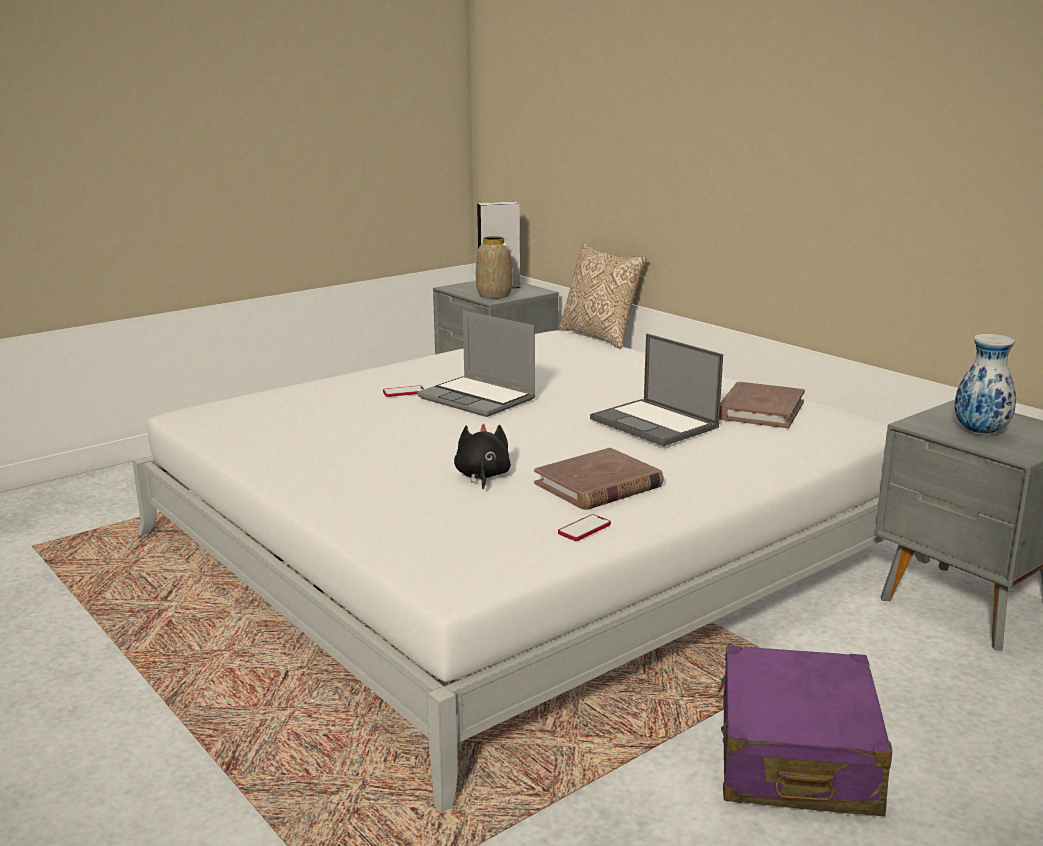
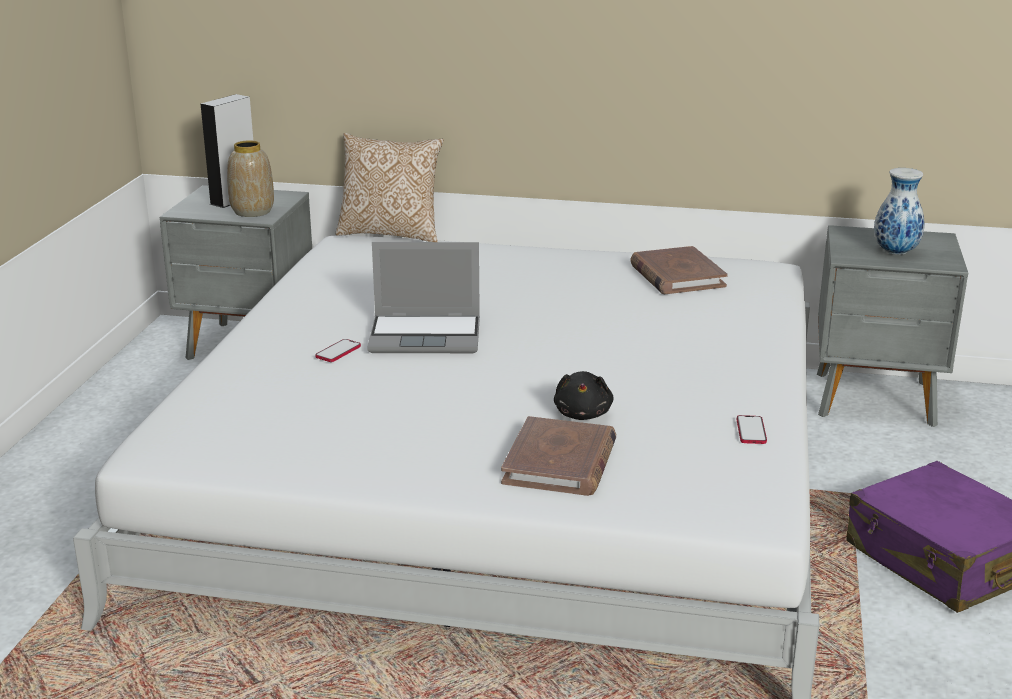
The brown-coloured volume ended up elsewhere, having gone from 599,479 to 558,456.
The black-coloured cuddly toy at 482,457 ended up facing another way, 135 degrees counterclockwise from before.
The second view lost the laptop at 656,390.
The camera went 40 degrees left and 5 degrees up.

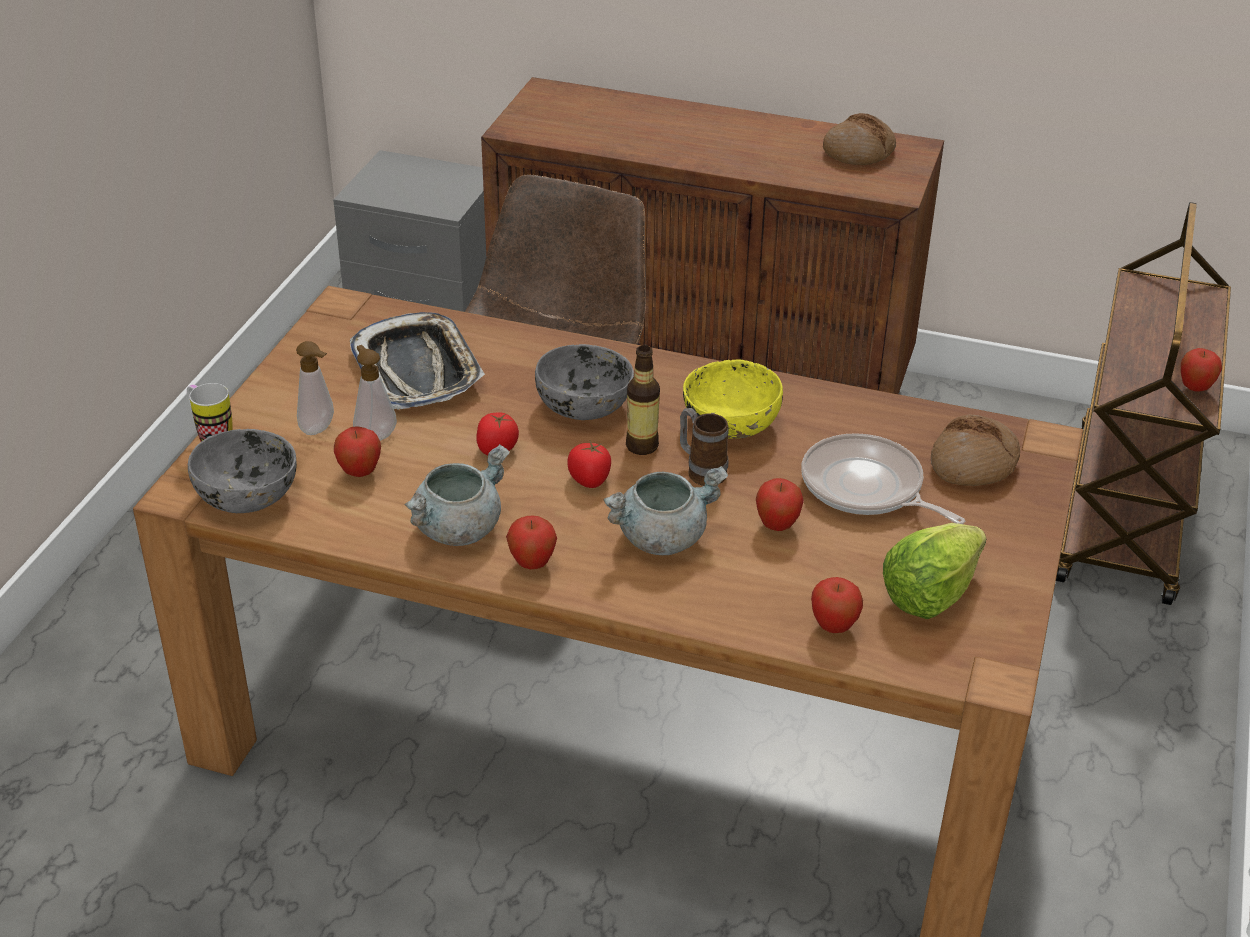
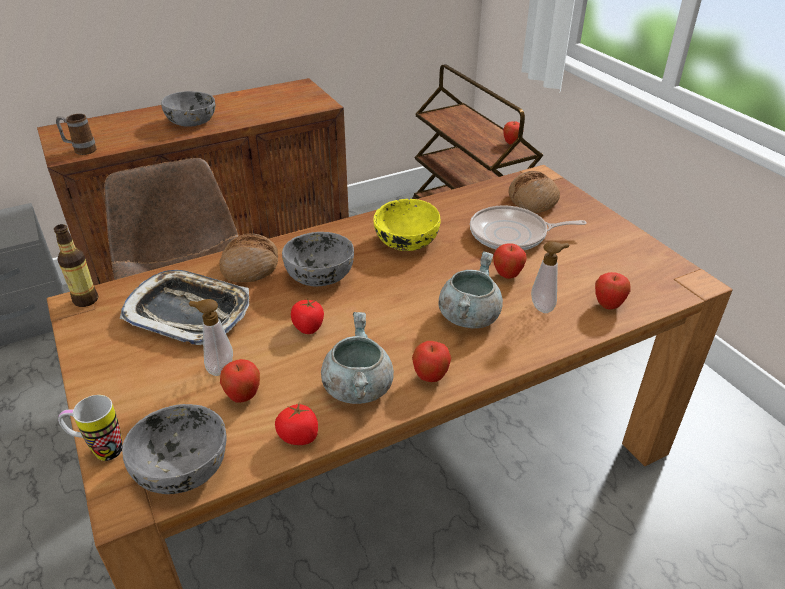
The drink bottle ended up elsewhere, having gone from 643,400 to 76,265.
The mug ended up elsewhere, having gone from 704,447 to 76,134.
The second view gained the gray serving bowl at 188,109.
The bakery bread ended up elsewhere, having gone from 859,139 to 248,257.
The whole tomato ended up elsewhere, having gone from 589,464 to 296,424.
The soap dispenser ended up elsewhere, having gone from 315,388 to 550,277.
The second view lost the head of lettuce at 935,571.
The camera went 45 degrees left and 0 degrees up.

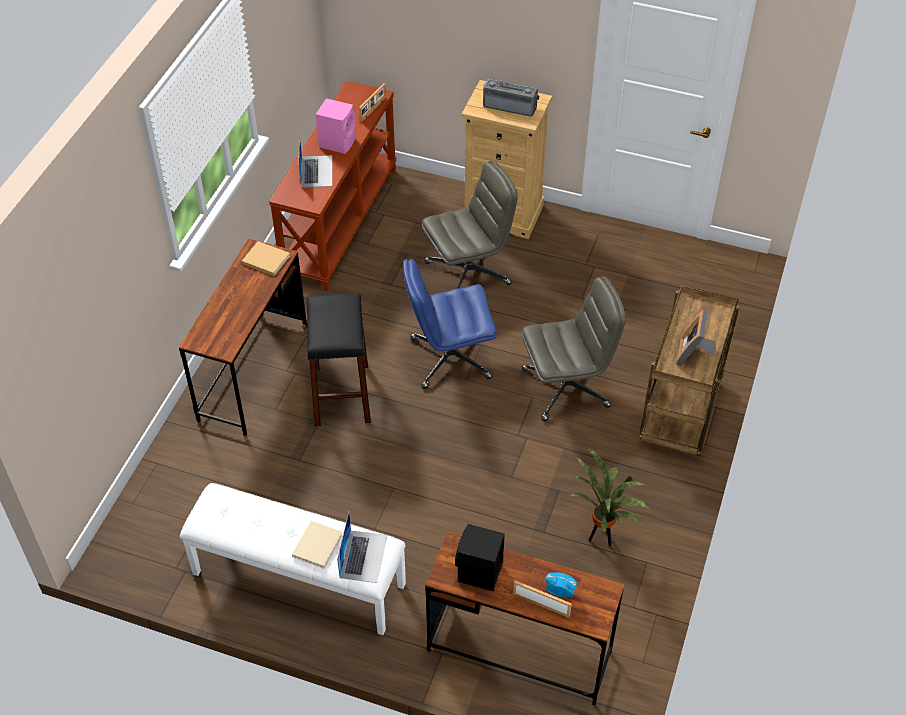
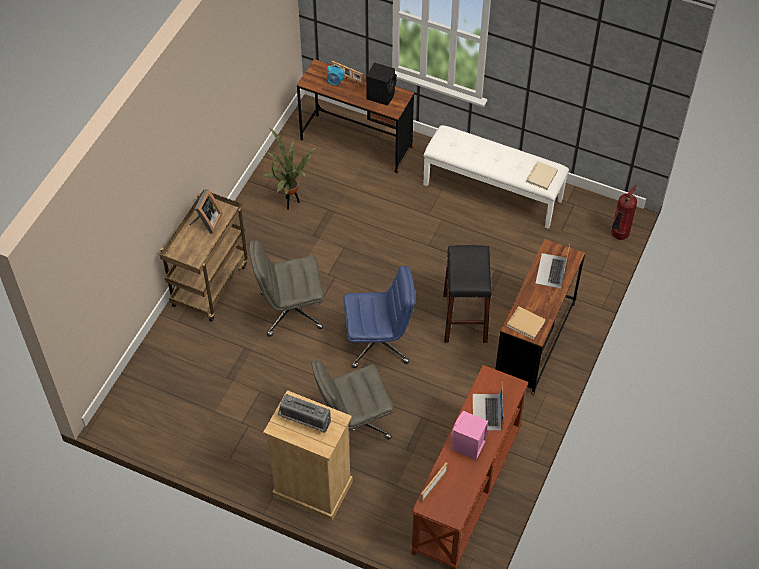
The sand-coloured volume ended up elsewhere, having gone from 317,545 to 542,175.
The laptop ended up elsewhere, having gone from 362,547 to 552,267.
The second view gained the fire extinguisher at 624,212.
The camera went 175 degrees left and 5 degrees up.

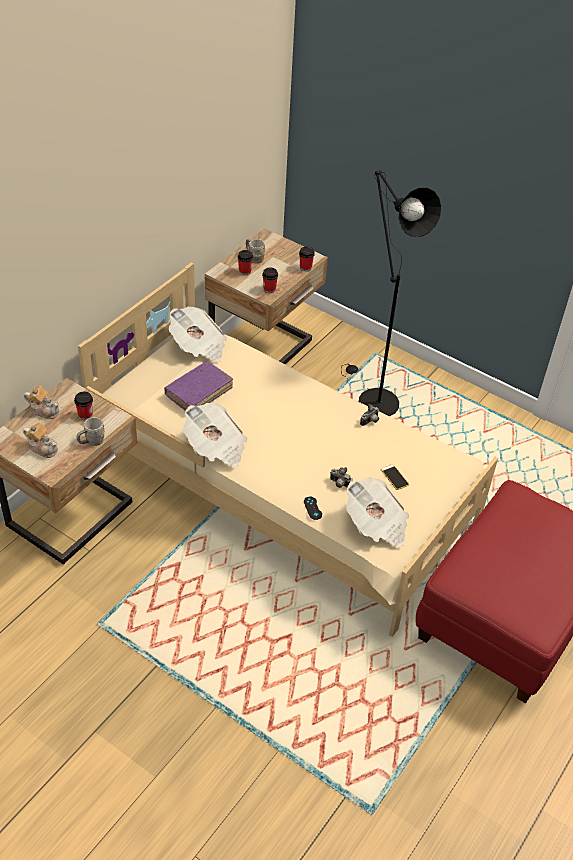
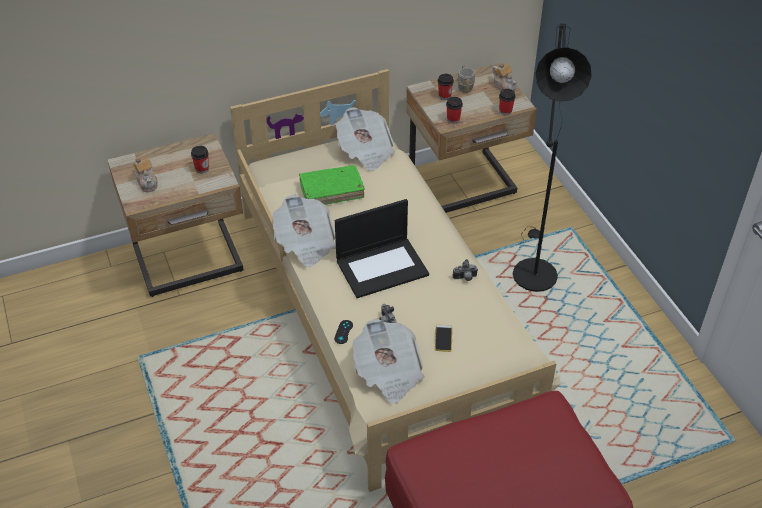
What was the purplish volume at 198,386 turned into the green-coloured volume at 332,185.
The second view gained the laptop at 382,248.
The pot for tea ended up elsewhere, having gone from 41,402 to 504,77.
The second view lost the gray mug at 90,431.
The camera went 35 degrees right and 0 degrees up.

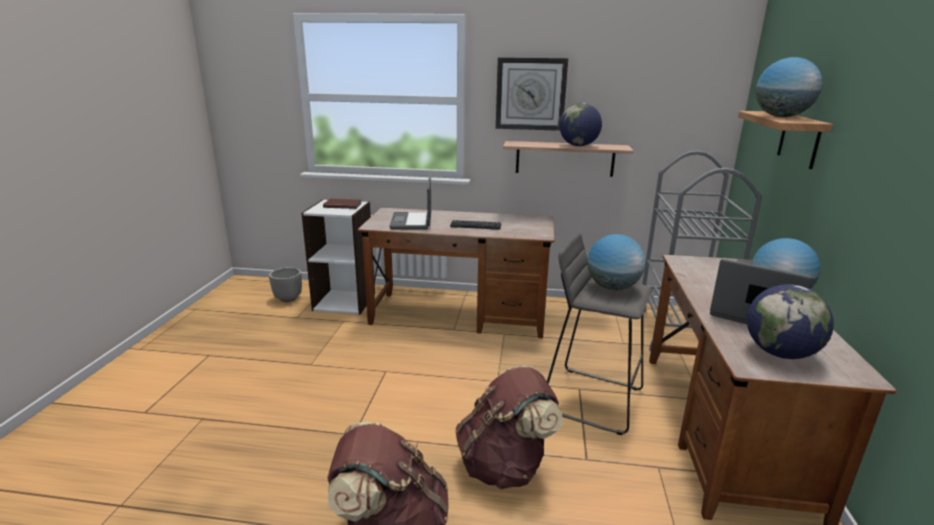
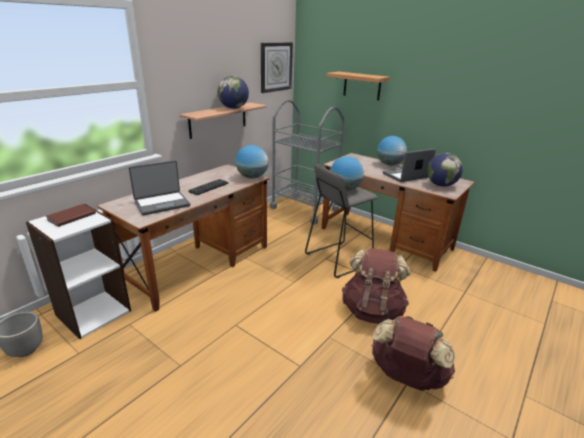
The laptop at 410,204 ended up facing another way, 60 degrees counterclockwise from before.
The globe ended up elsewhere, having gone from 789,87 to 252,162.
The clock on the wall ended up elsewhere, having gone from 532,94 to 277,67.
The camera went 60 degrees left and 5 degrees up.

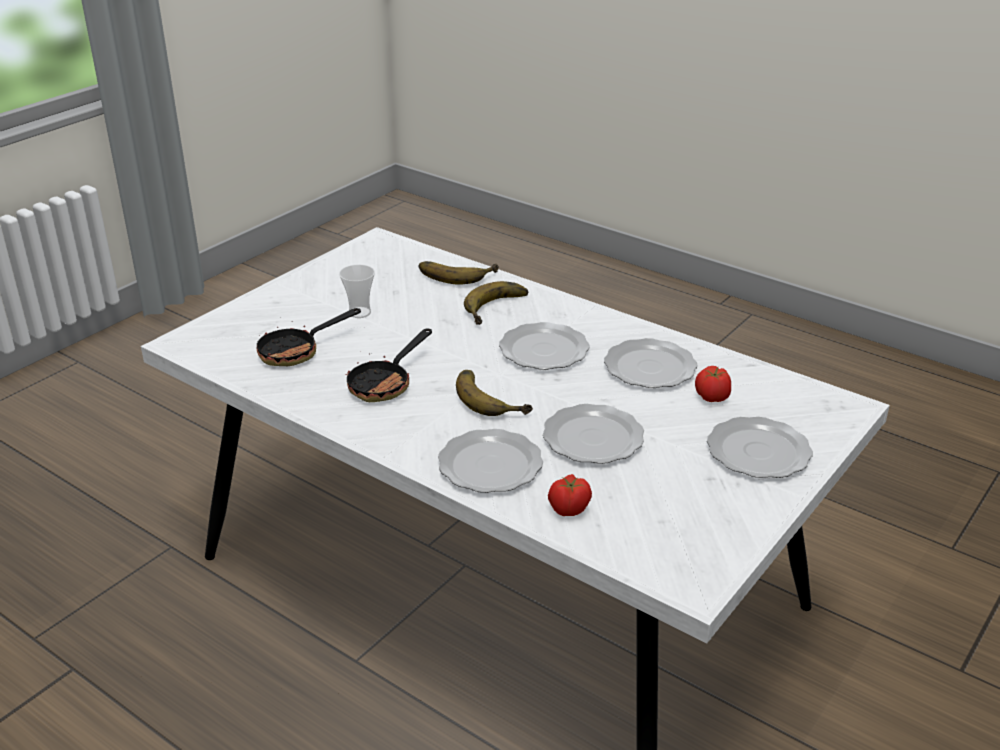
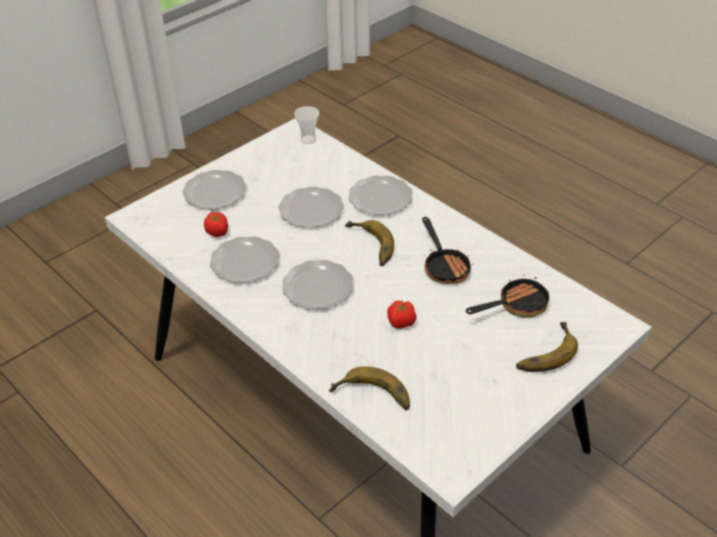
The small cup ended up elsewhere, having gone from 357,291 to 306,125.
The whole tomato ended up elsewhere, having gone from 570,495 to 402,314.
The pan at 389,365 ended up facing another way, 120 degrees clockwise from before.
The banana fruit ended up elsewhere, having gone from 496,303 to 547,347.
The camera went 170 degrees left and 10 degrees up.

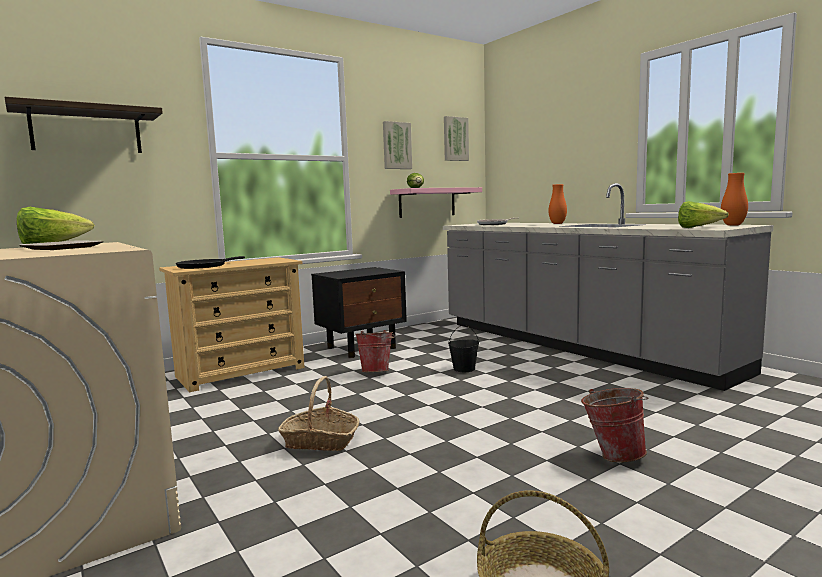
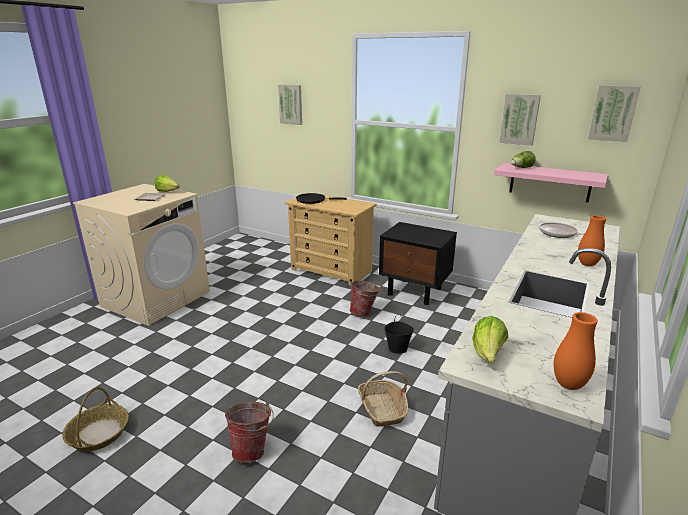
Where the bracket shelf hung at 84,125, the wall art came to hang at 290,105.
The basket ended up elsewhere, having gone from 318,413 to 383,399.
The camera went 65 degrees right and 15 degrees up.

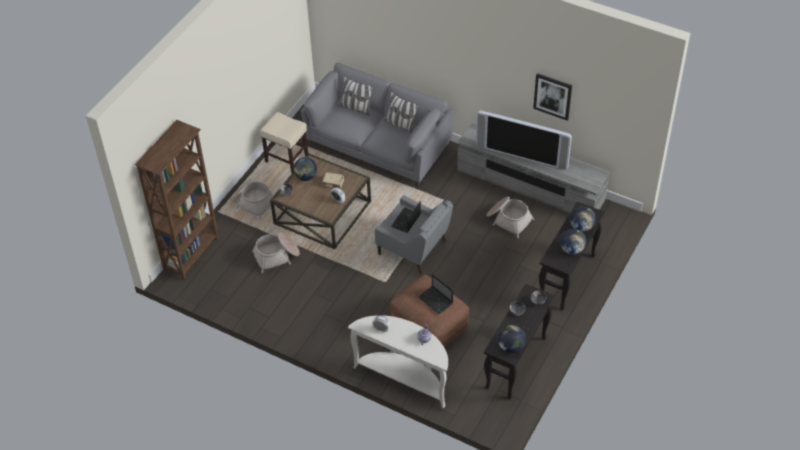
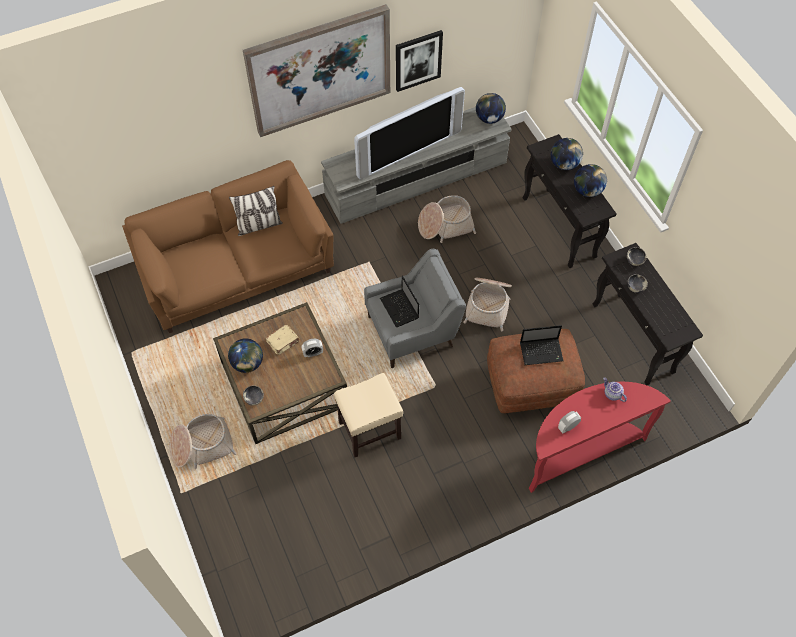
What was the gray couch at 377,125 turned into the brown-coloured couch at 228,246.
The second view gained the wall art at 316,70.
The sand-coloured stool ended up elsewhere, having gone from 284,142 to 368,415.
The basket ended up elsewhere, having gone from 276,252 to 487,304.
The globe ended up elsewhere, having gone from 512,339 to 491,108.
What was the white-coloured hall table at 398,362 turned into the red-coloured hall table at 600,437.
The second view lost the brown-coloured shelving unit at 177,200.
The second view lost the pillow at 356,96.
The camera went 55 degrees left and 10 degrees up.

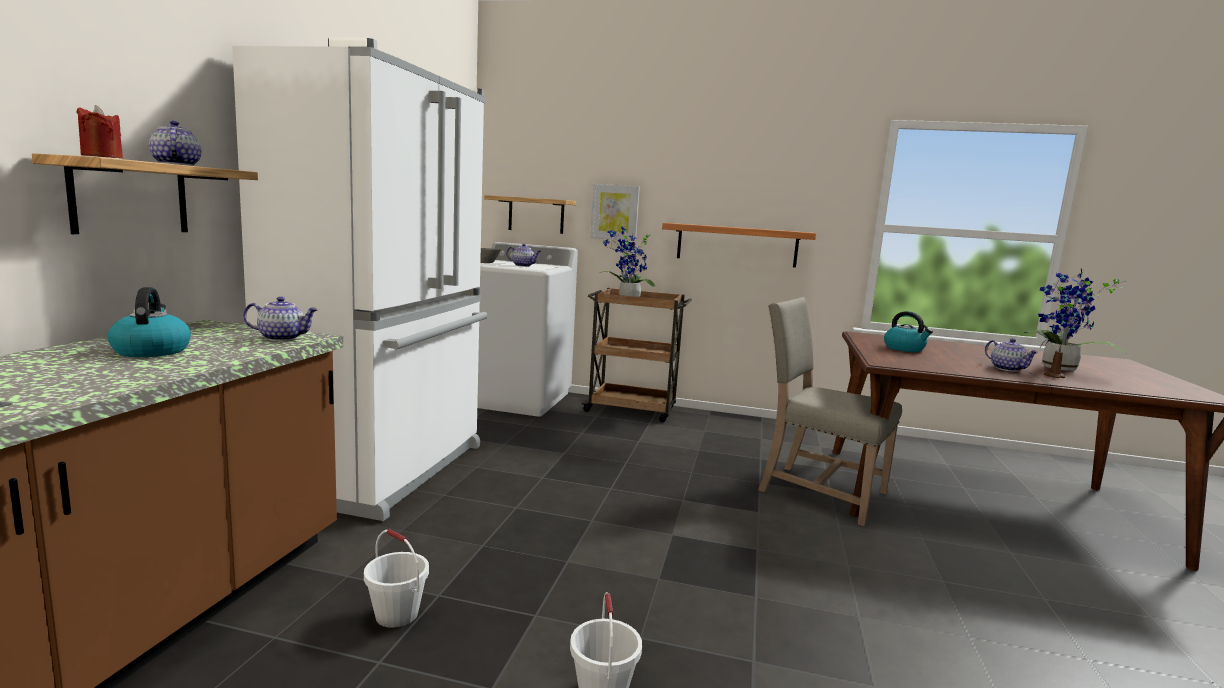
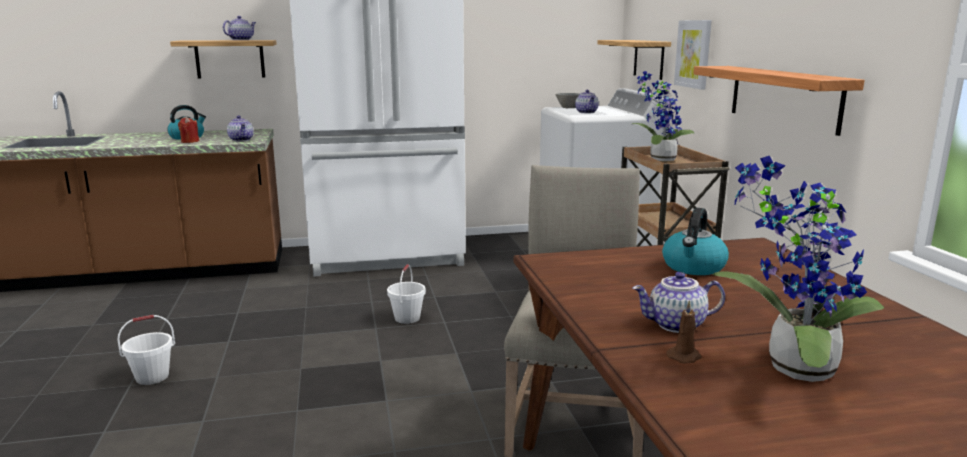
The red-coloured candle ended up elsewhere, having gone from 99,131 to 188,130.
The white-coloured pail ended up elsewhere, having gone from 396,578 to 406,294.
The pot for tea at 1012,355 ended up facing another way, 45 degrees clockwise from before.
The camera went 65 degrees right and 5 degrees up.

